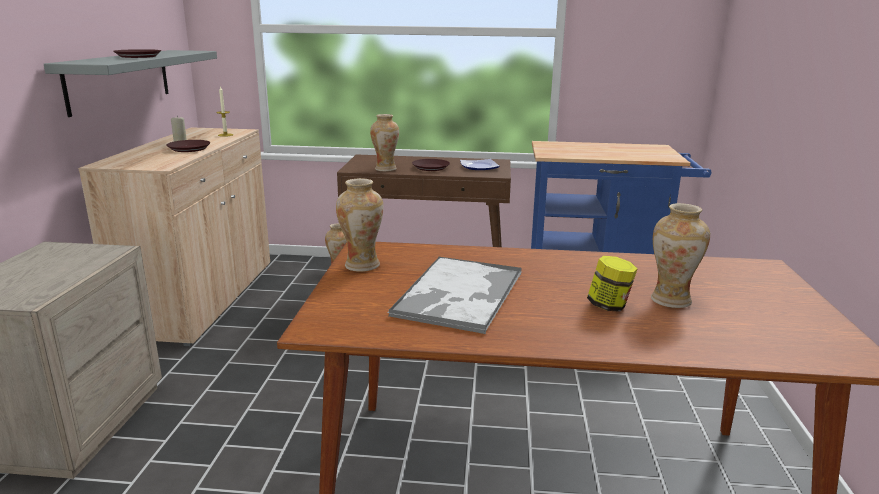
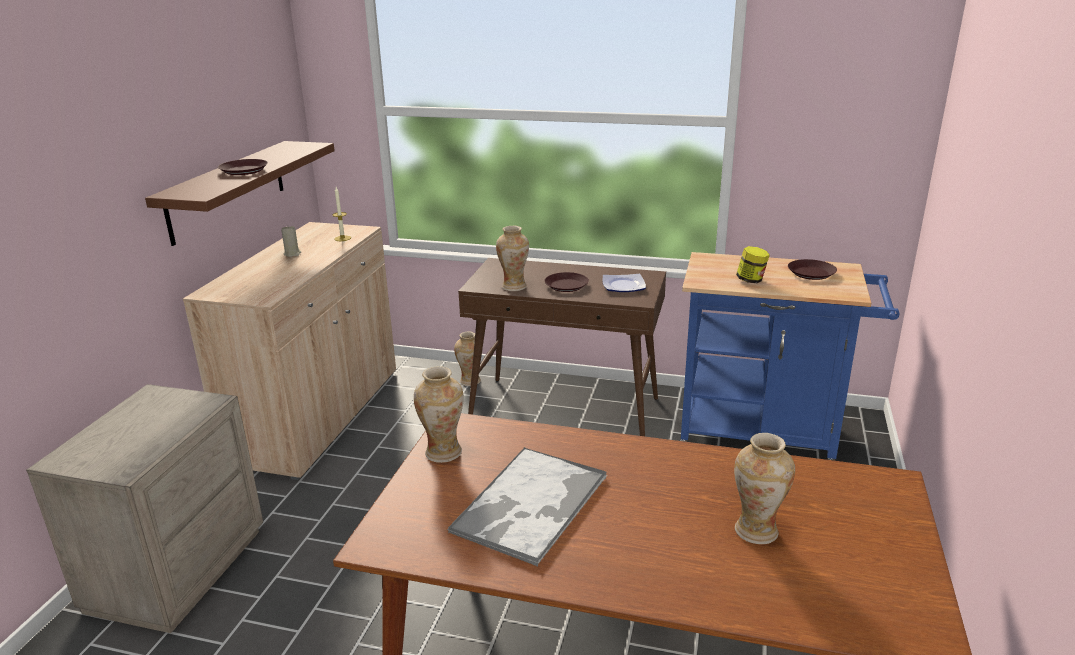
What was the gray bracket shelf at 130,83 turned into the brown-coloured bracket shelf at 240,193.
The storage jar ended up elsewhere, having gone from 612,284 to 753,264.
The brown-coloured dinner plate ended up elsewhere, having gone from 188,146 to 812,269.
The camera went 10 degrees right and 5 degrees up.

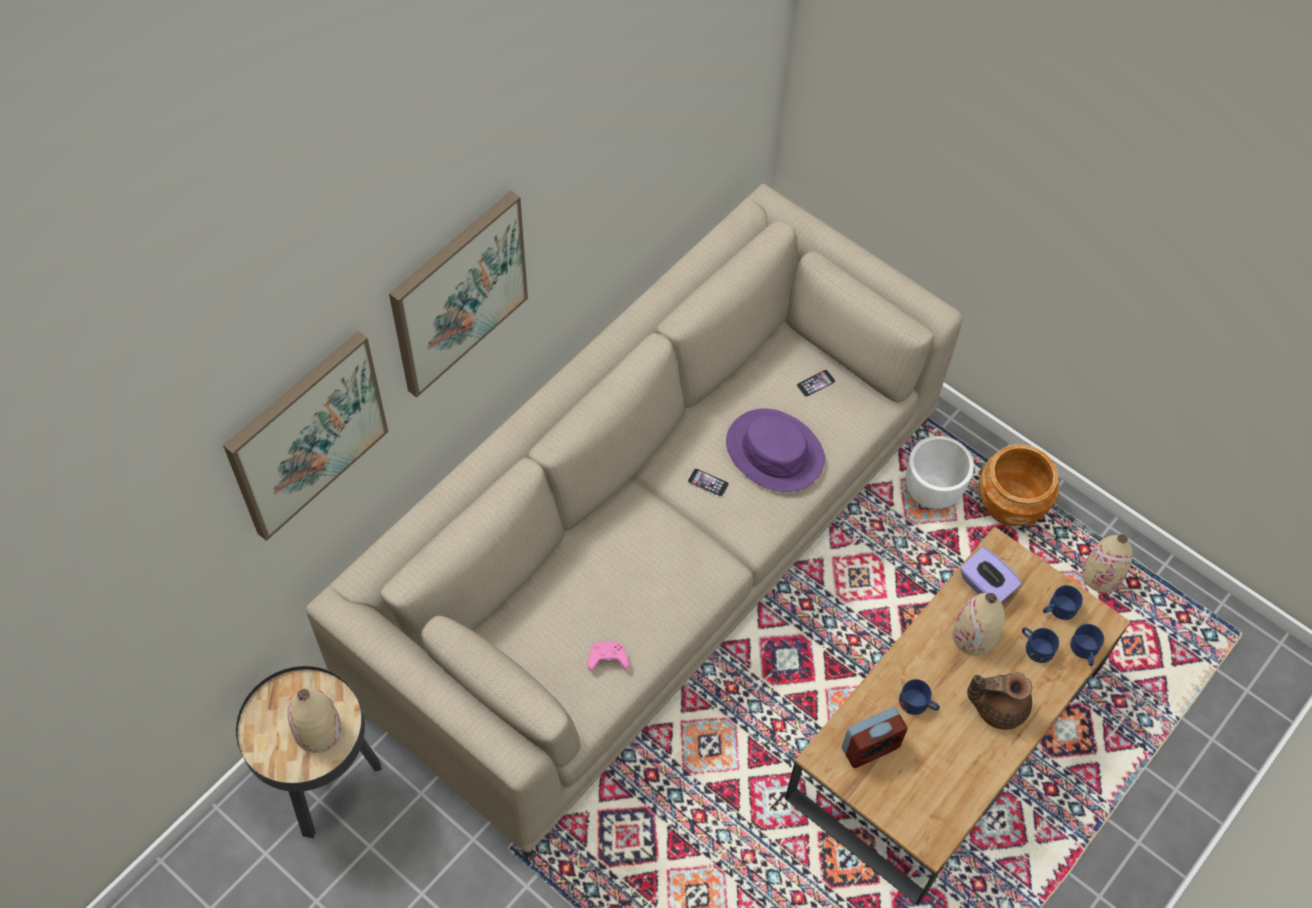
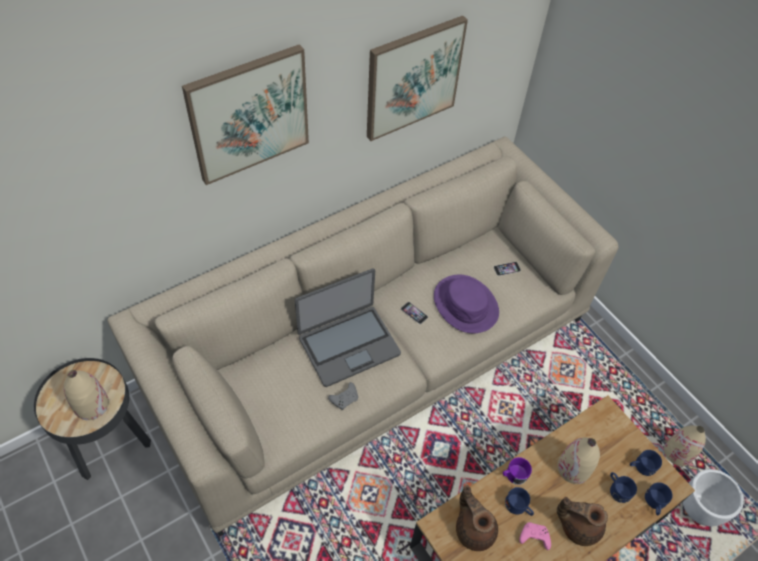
The second view gained the laptop at 348,328.
The second view gained the gray joypad at 343,396.
The wall art ended up elsewhere, having gone from 305,436 to 417,78.
Where the table clock stood at 875,737, the brown-coloured pot for tea came to stand at 477,518.
The second view gained the purplish mug at 517,471.
The pinkish joypad ended up elsewhere, having gone from 608,656 to 535,536.
The white-coloured plant pot ended up elsewhere, having gone from 940,472 to 713,497.
The second view lost the purplish tissue box at 991,575.
The second view lost the brown-coloured plant pot at 1019,485.
The camera went 15 degrees right and 5 degrees down.

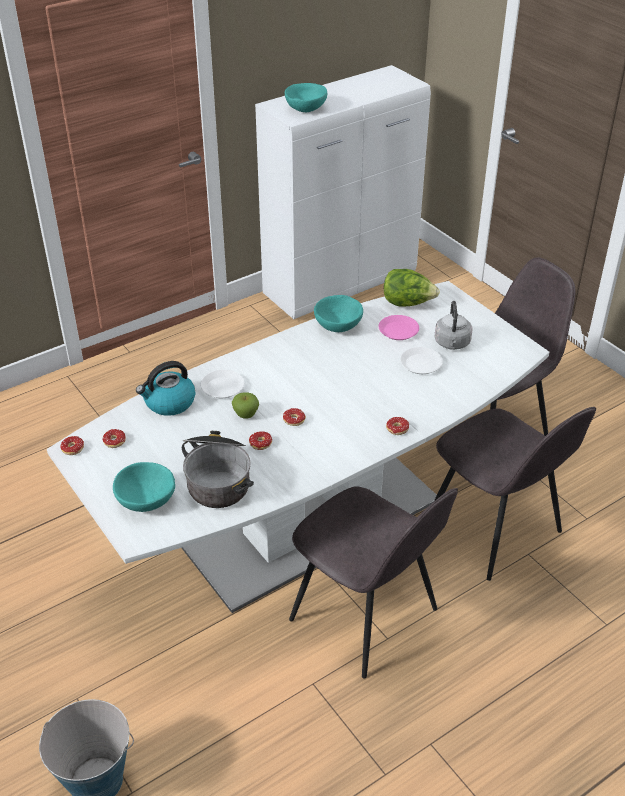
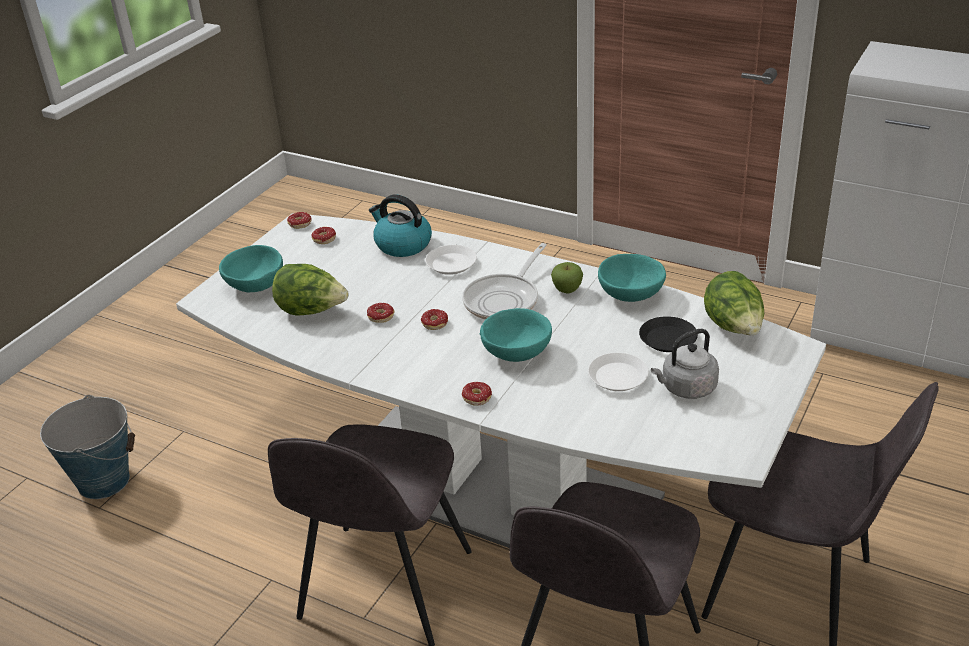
Where the saucepot stood at 218,469, the head of lettuce came to stand at 310,290.
The second view gained the pan at 504,281.
The turquoise serving bowl ended up elsewhere, having gone from 306,97 to 516,335.
The apple fruit ended up elsewhere, having gone from 245,405 to 567,277.
What was the pinkish dinner plate at 398,327 turned into the black-coloured dinner plate at 668,334.
The camera went 65 degrees right and 5 degrees down.

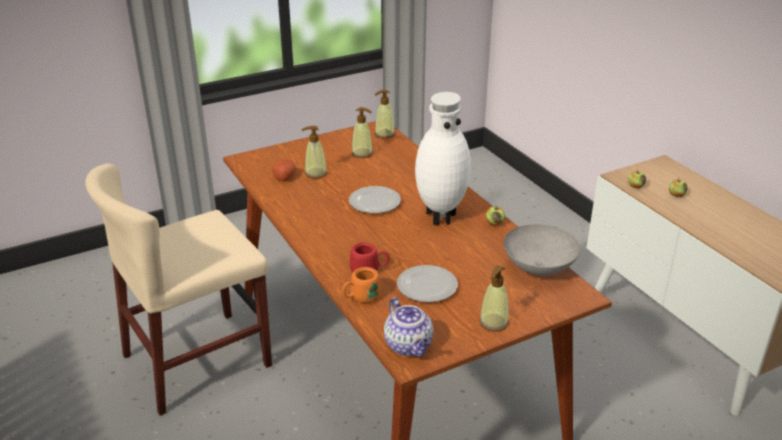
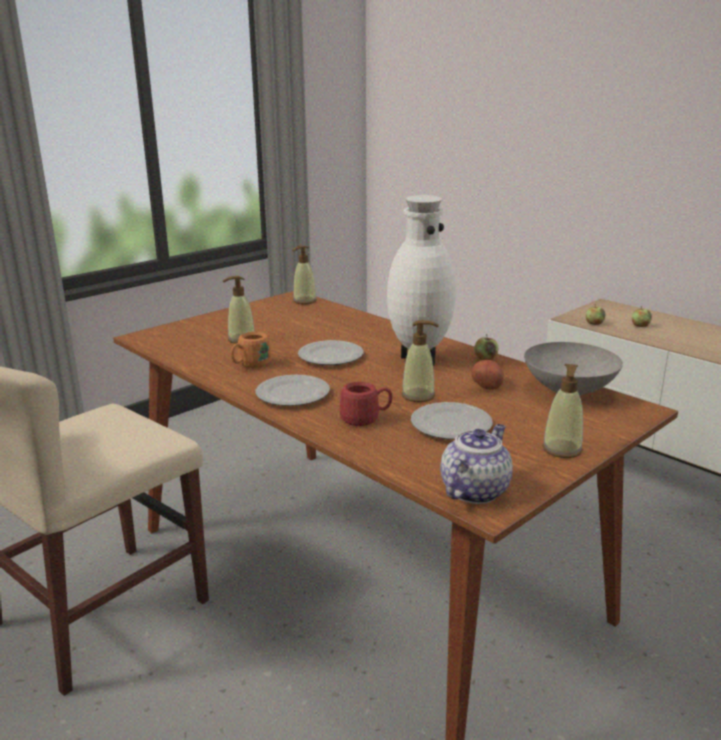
The orange mug ended up elsewhere, having gone from 361,285 to 251,350.
The second view gained the dinner plate at 293,390.
The soap dispenser ended up elsewhere, having gone from 362,132 to 420,361.
The pot for tea at 408,327 ended up facing another way, 105 degrees counterclockwise from before.
The potato ended up elsewhere, having gone from 284,170 to 487,375.
The camera went 15 degrees left and 10 degrees down.

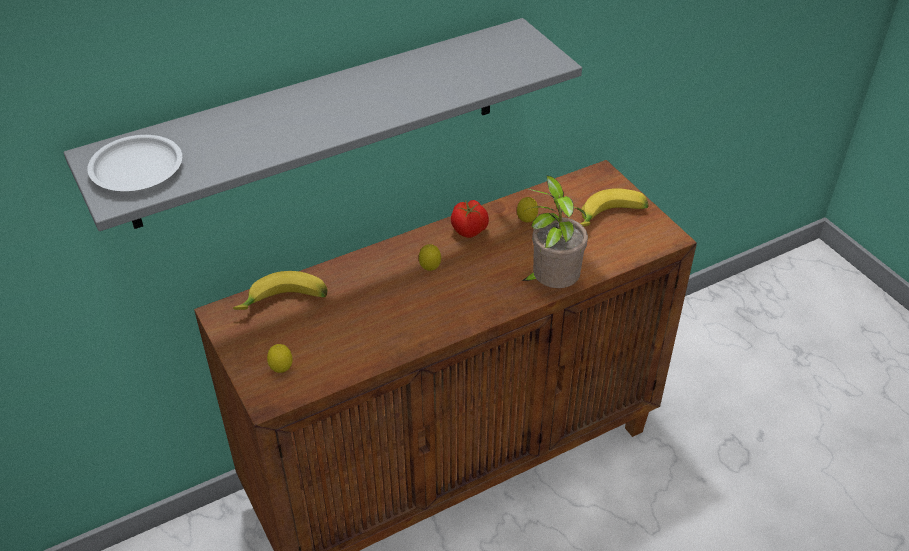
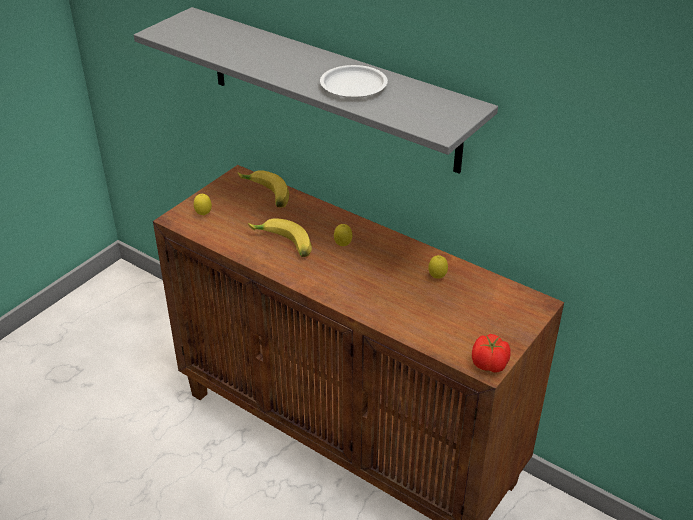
The banana fruit ended up elsewhere, having gone from 614,207 to 280,237.
The white-coloured dinner plate ended up elsewhere, having gone from 134,163 to 354,81.
The whole tomato ended up elsewhere, having gone from 470,219 to 491,353.
The second view lost the houseplant at 555,232.
The camera went 65 degrees right and 5 degrees down.

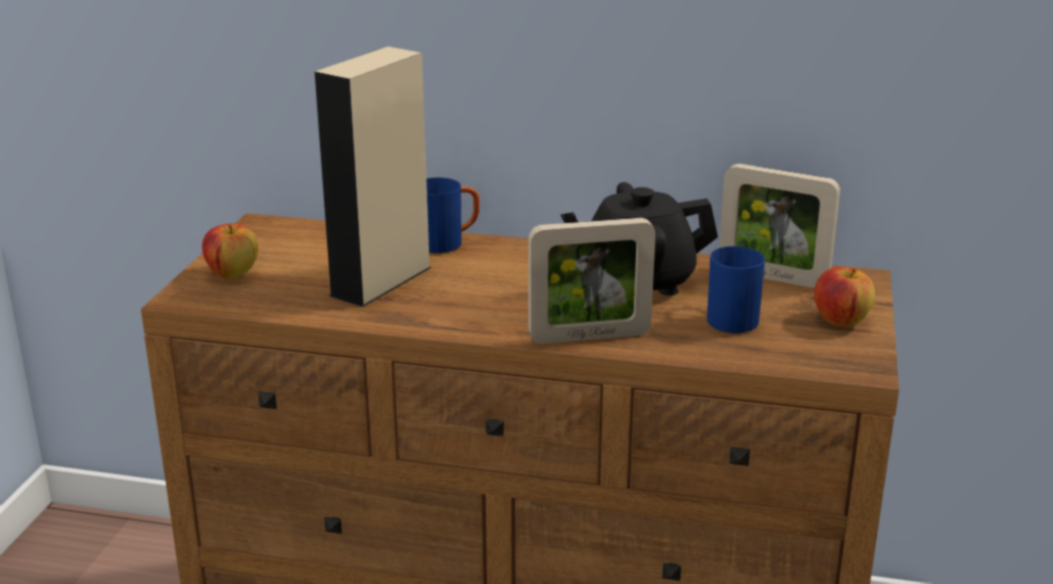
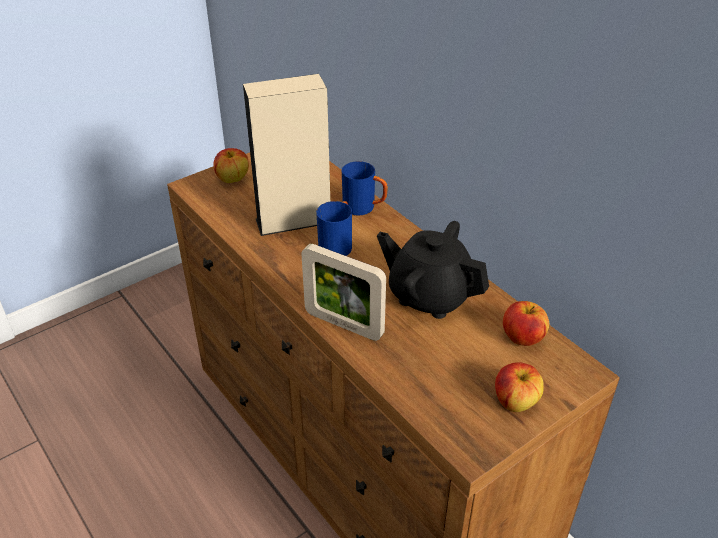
The blue mug ended up elsewhere, having gone from 736,289 to 334,228.
Where the picture frame stood at 779,226, the apple fruit came to stand at 526,323.
The camera went 40 degrees right and 15 degrees up.

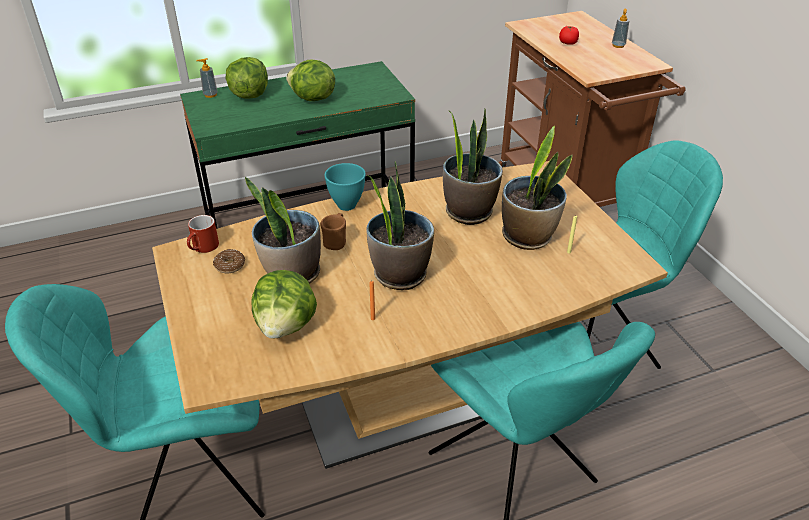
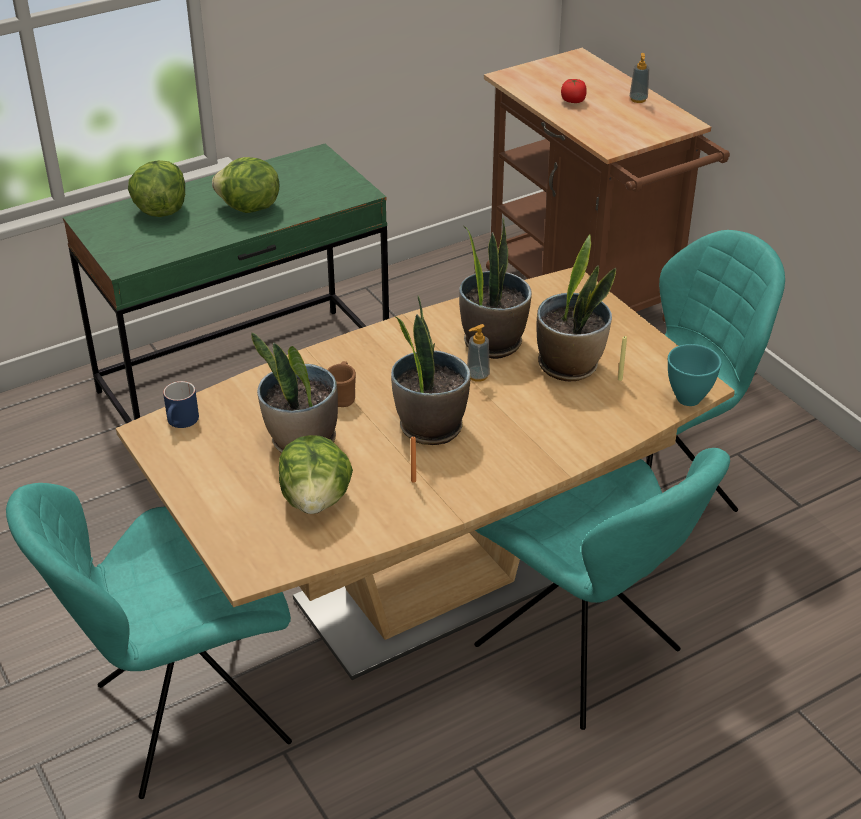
What was the red-coloured mug at 203,234 turned into the blue mug at 181,404.
The soap dispenser ended up elsewhere, having gone from 207,78 to 478,353.
The turquoise serving bowl ended up elsewhere, having gone from 345,187 to 695,375.
The second view lost the doughnut at 229,261.
The camera went 10 degrees left and 0 degrees up.

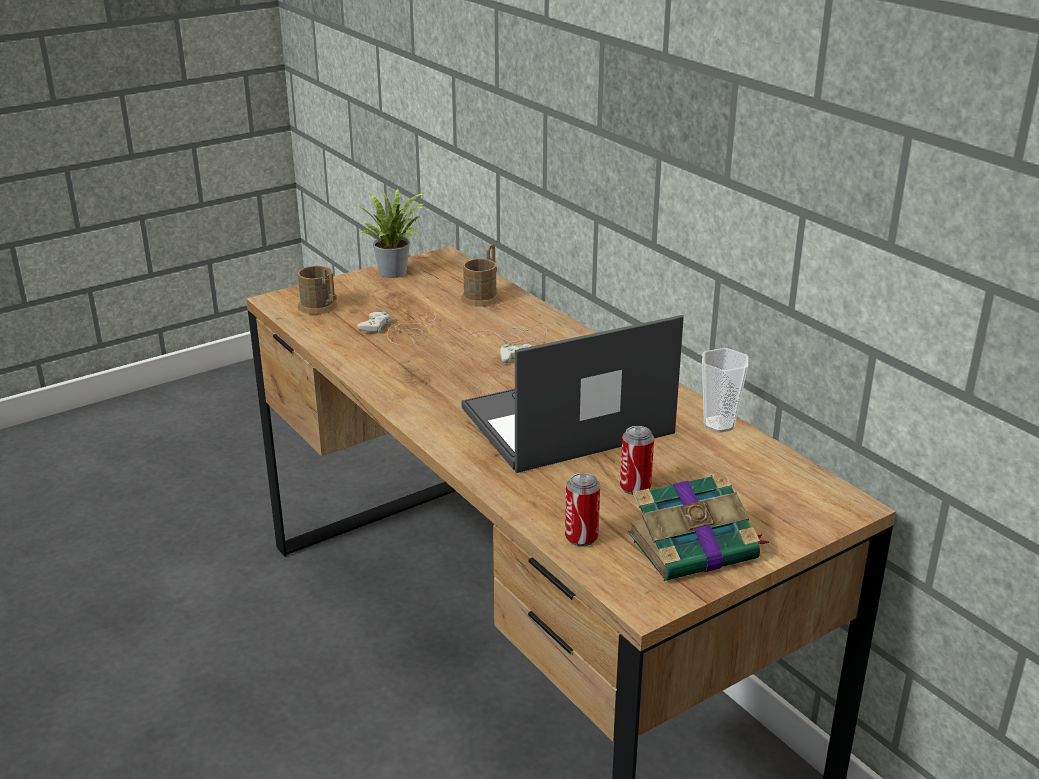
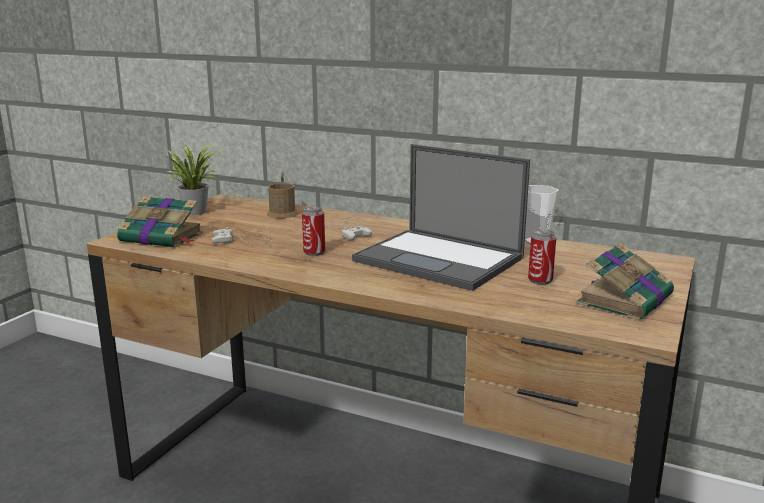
Where the brown-coloured mug stood at 317,290, the volume came to stand at 160,222.
The sealed can ended up elsewhere, having gone from 582,509 to 313,231.
The laptop at 572,394 ended up facing another way, 90 degrees counterclockwise from before.
The camera went 30 degrees left and 10 degrees down.

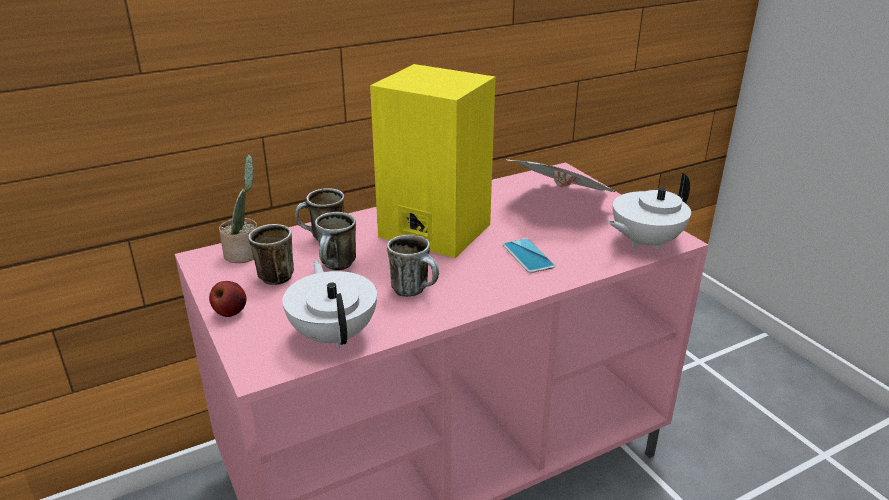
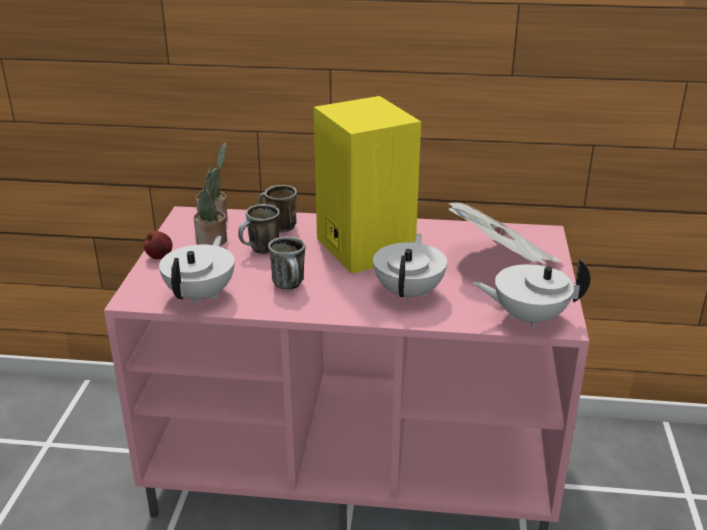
Where the mug stood at 271,254, the houseplant came to stand at 210,206.
Where the handset stood at 529,255, the white-coloured pot for tea came to stand at 410,268.
The camera went 35 degrees right and 0 degrees up.

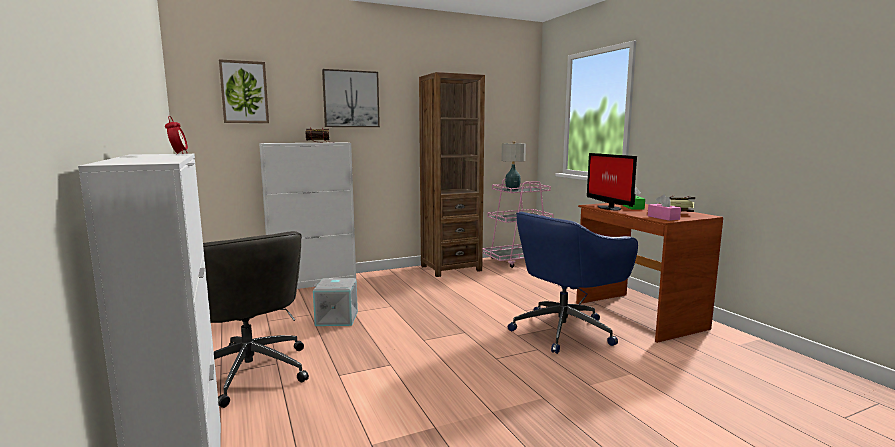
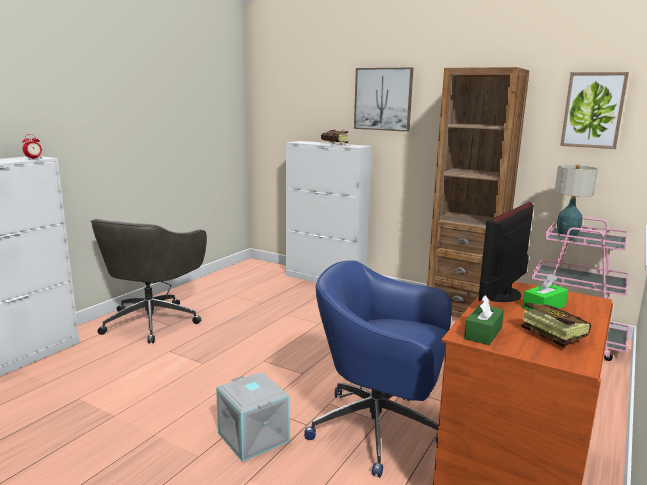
The gray storage container ended up elsewhere, having gone from 335,302 to 252,417.
What was the pinkish tissue box at 664,207 turned into the green-coloured tissue box at 484,320.
The wall art ended up elsewhere, having gone from 244,91 to 594,110.
The camera went 55 degrees right and 5 degrees up.

